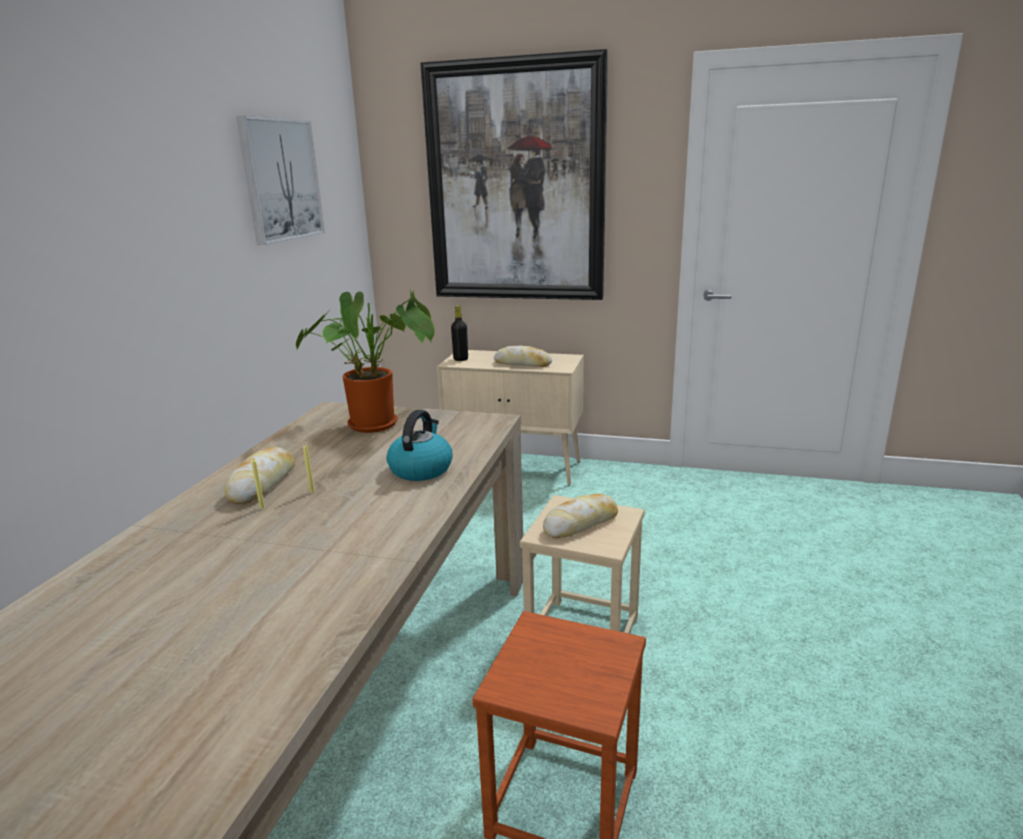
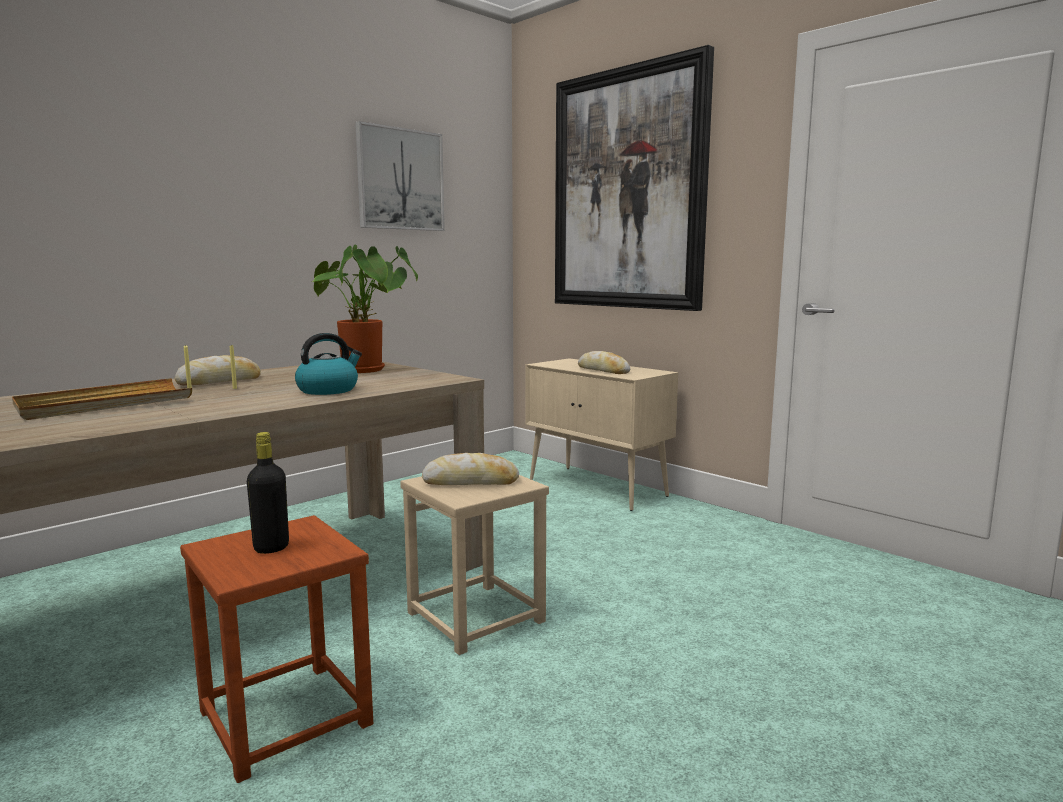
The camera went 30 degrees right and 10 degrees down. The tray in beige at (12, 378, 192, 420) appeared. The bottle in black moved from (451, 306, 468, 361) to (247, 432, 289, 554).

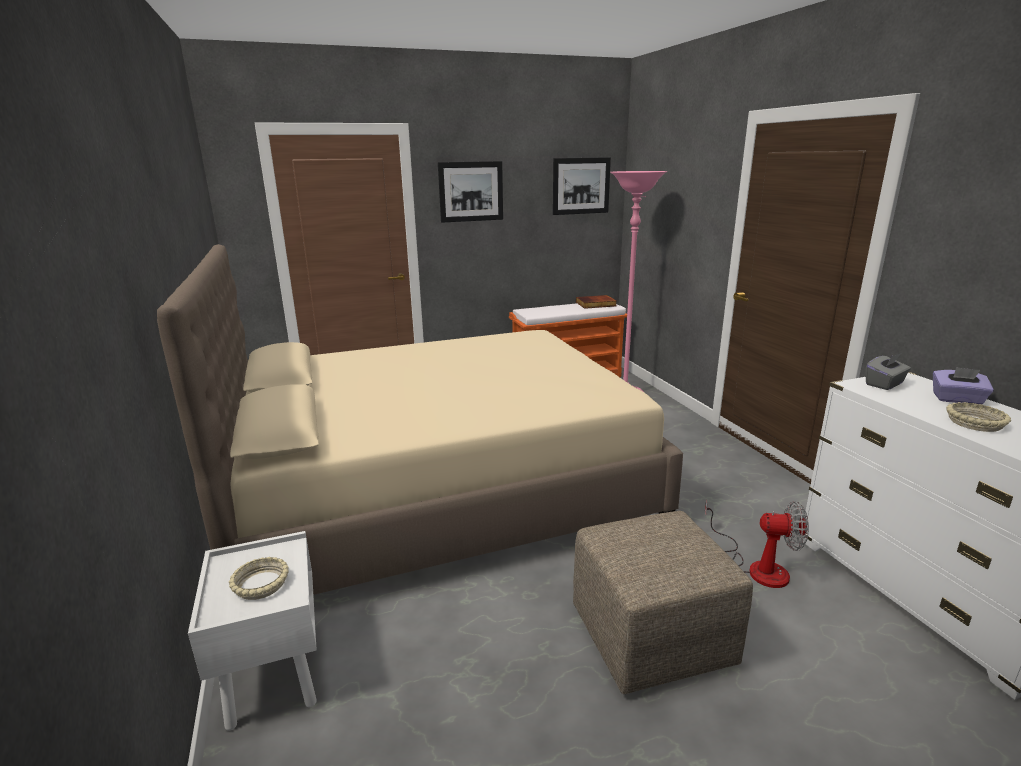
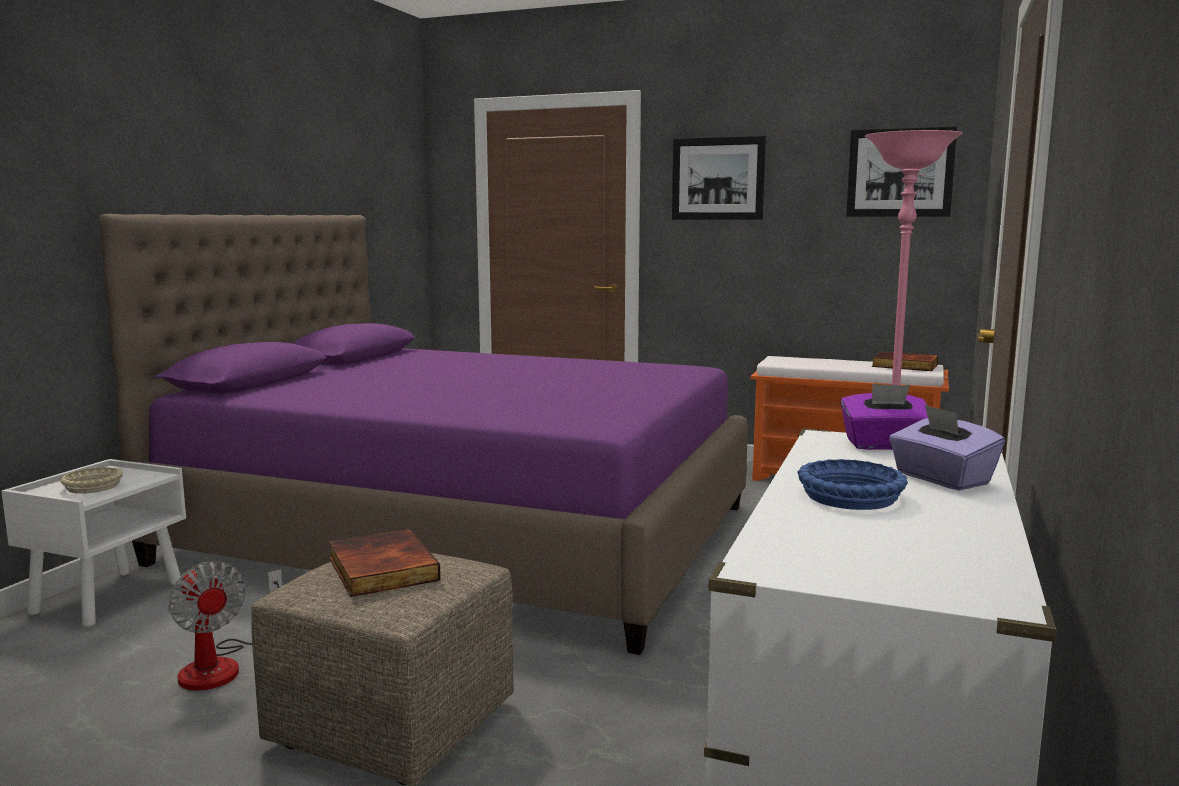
The camera went 40 degrees right and 10 degrees down. The book at (329, 529, 441, 597) appeared. The fan moved from (705, 499, 809, 588) to (168, 561, 282, 691). The bed in beige at (157, 244, 683, 595) became the bed in purple at (98, 214, 748, 655). The tissue box in grey at (866, 353, 911, 390) became the tissue box in purple at (841, 384, 928, 450). The bowl in beige at (946, 402, 1011, 432) became the bowl in blue at (797, 459, 908, 510).

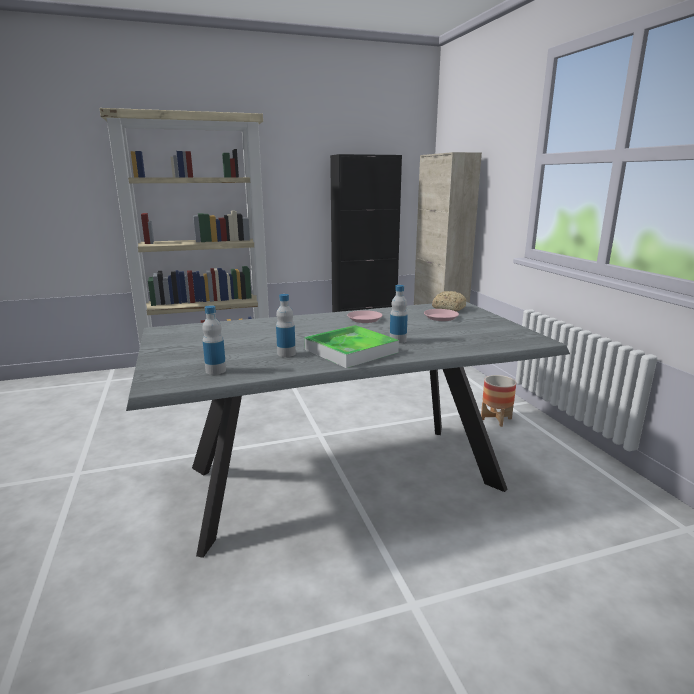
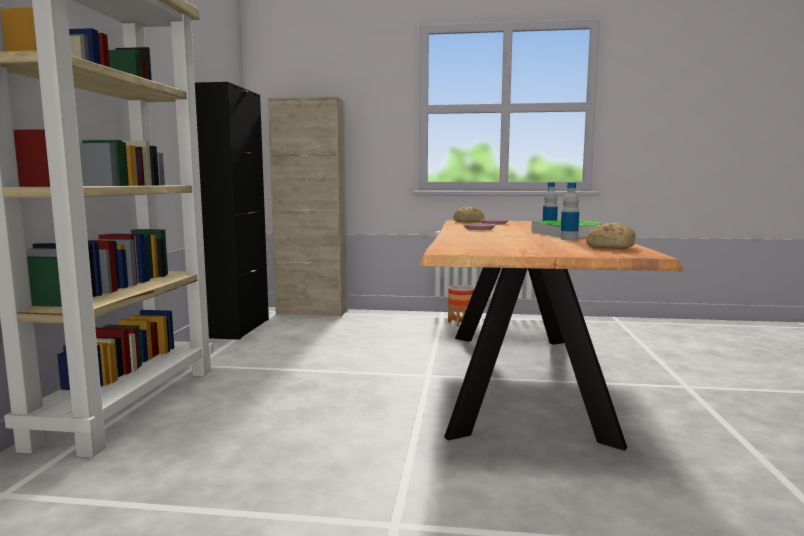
The camera went 65 degrees left and 10 degrees down. The bottle at (202, 306, 226, 375) was replaced by the bread at (586, 222, 636, 249). The dining table in grey at (126, 302, 570, 558) became the dining table in brown at (419, 220, 684, 451).

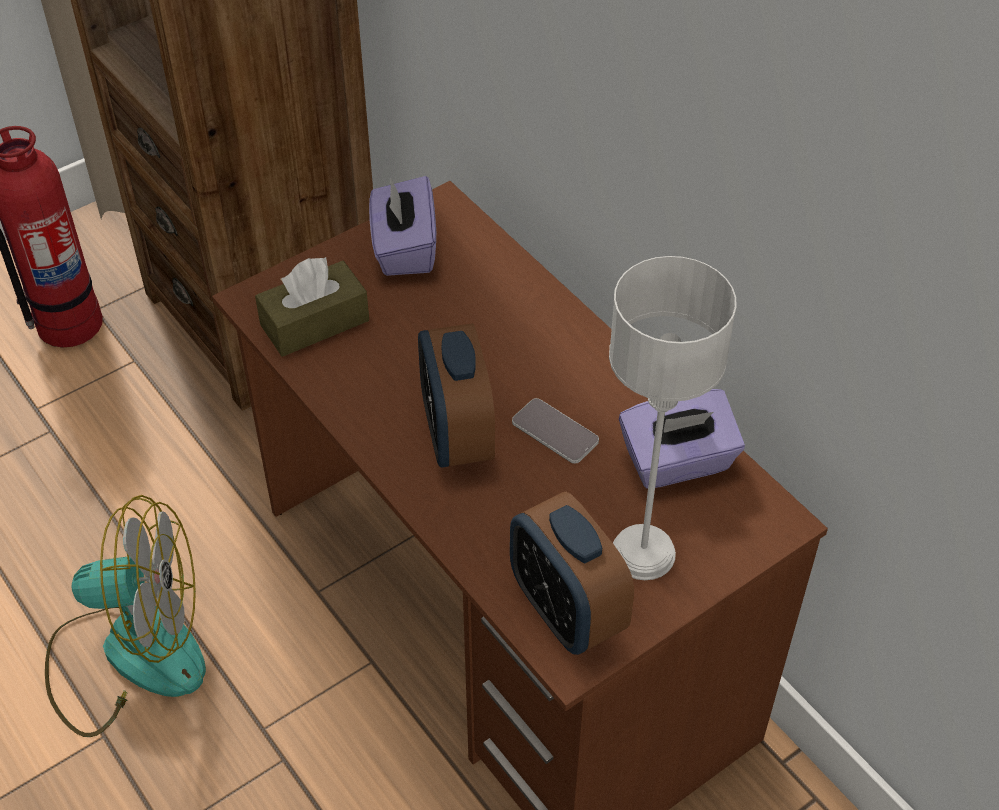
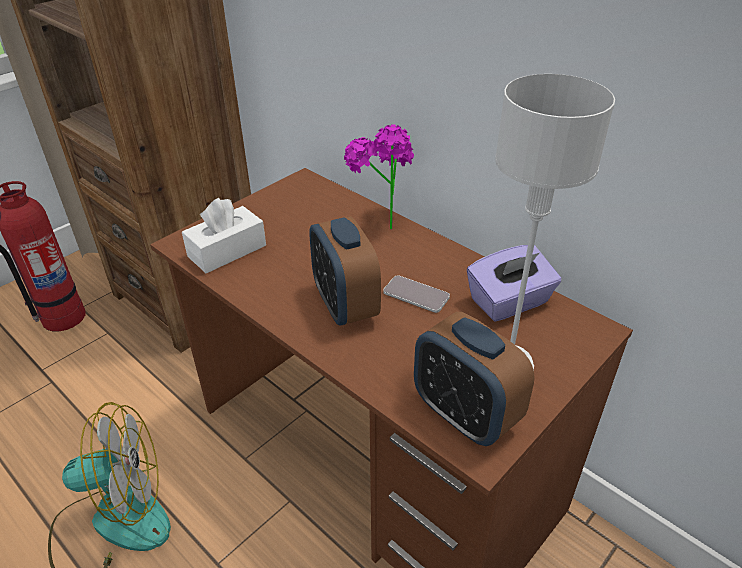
The camera went 10 degrees left and 10 degrees down. The tissue box in purple at (369, 176, 436, 276) disappeared. The potted plant at (344, 124, 414, 229) appeared. The tissue box in brown at (255, 257, 369, 357) became the tissue box in white at (182, 198, 266, 273).

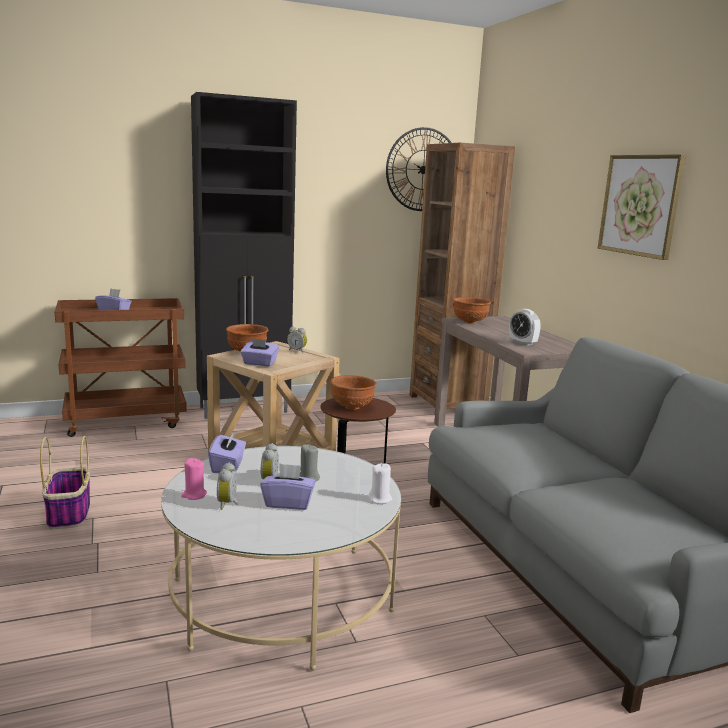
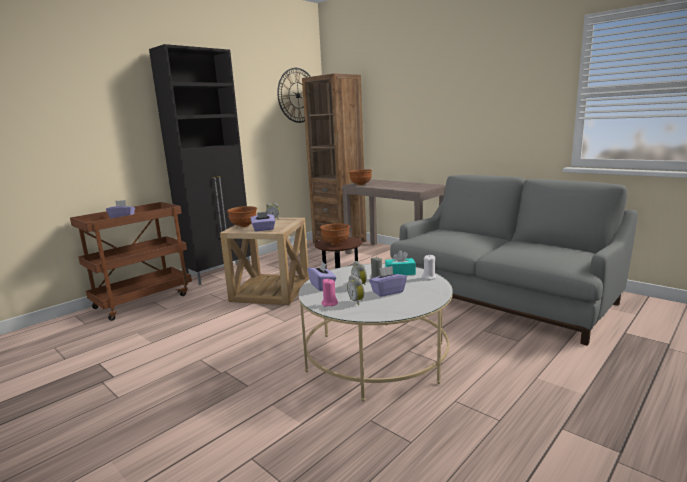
The camera went 25 degrees left and 0 degrees up. The basket at (40, 436, 90, 529) disappeared. The alarm clock at (509, 309, 541, 346) disappeared. The picture at (598, 154, 686, 260) disappeared. The tissue box in turquoise at (385, 250, 416, 275) appeared.

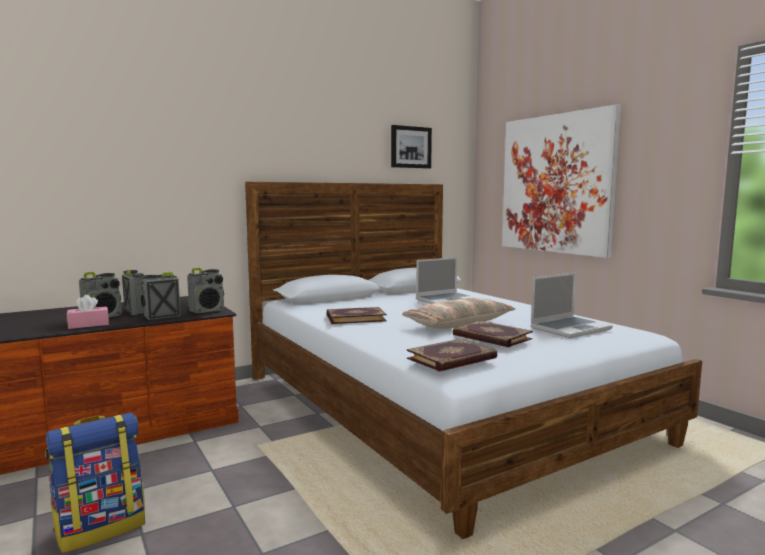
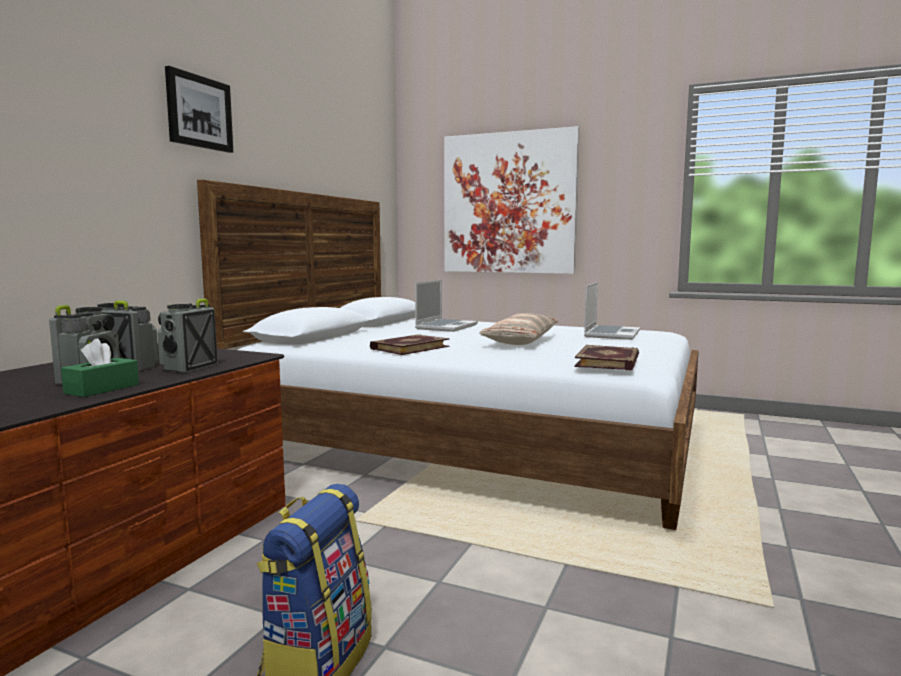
The camera went 35 degrees left and 0 degrees up. The radio at (187, 268, 224, 313) disappeared. The book at (453, 320, 533, 347) disappeared. The picture moved from (391, 125, 432, 169) to (165, 66, 233, 153). The tissue box in pink at (67, 295, 109, 329) became the tissue box in green at (61, 339, 139, 397).

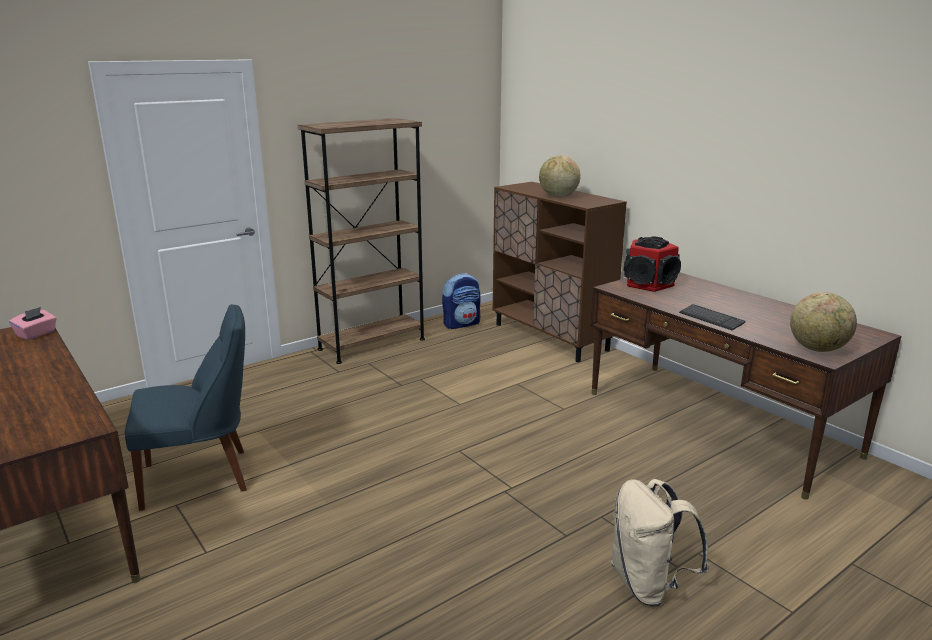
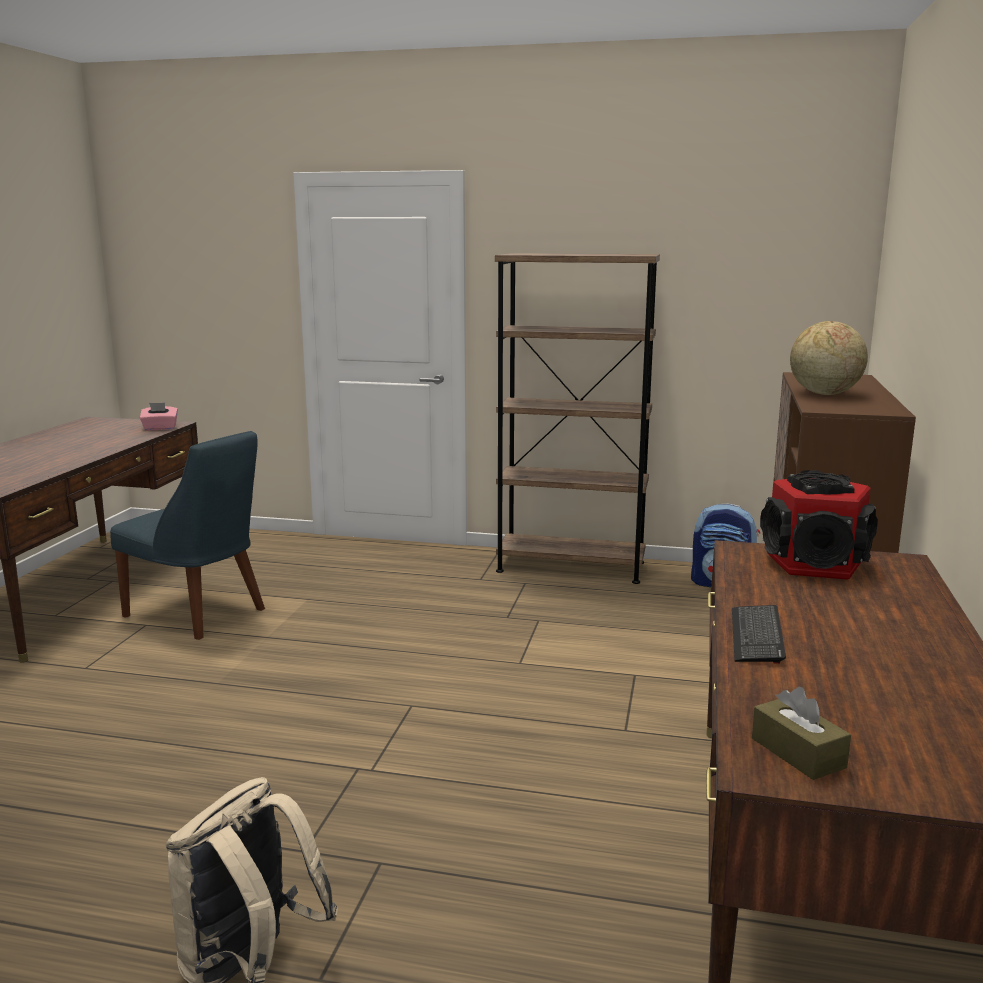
The camera went 50 degrees right and 5 degrees down. The globe at (790, 292, 857, 352) was replaced by the tissue box in brown at (752, 687, 851, 780).

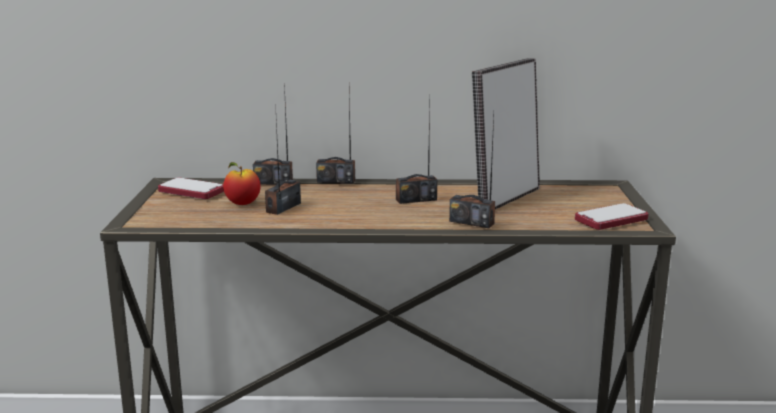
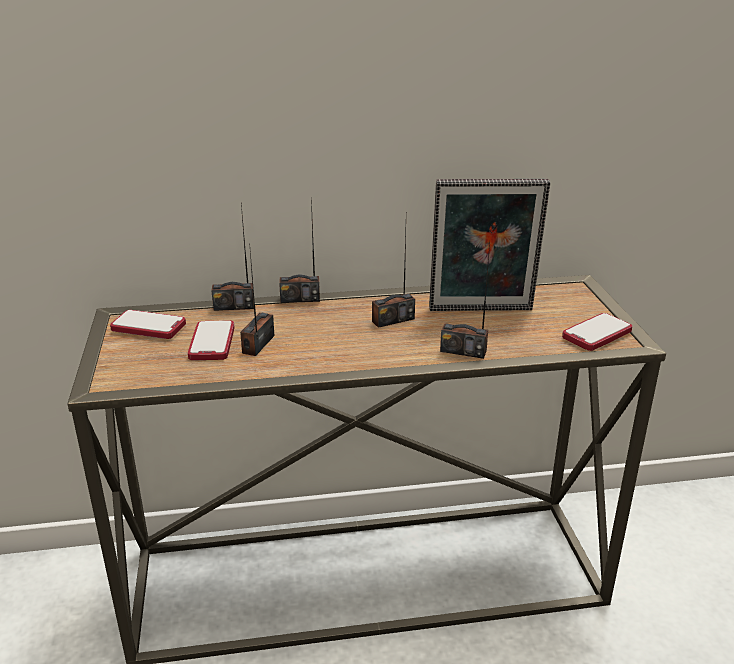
The camera went 10 degrees left and 10 degrees up. The apple at (223, 162, 260, 205) was replaced by the phone at (188, 321, 234, 360). The picture frame at (472, 58, 540, 209) turned 120 degrees counterclockwise.

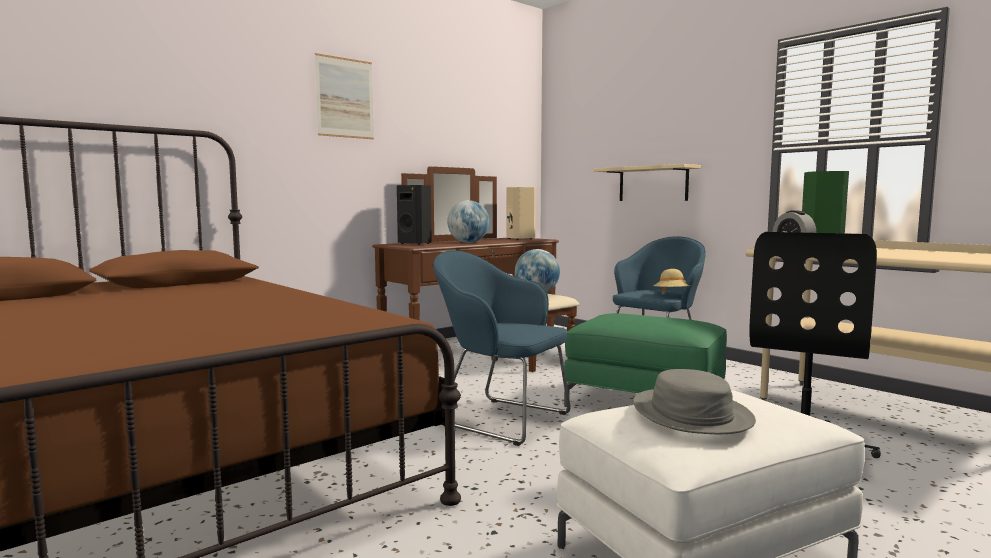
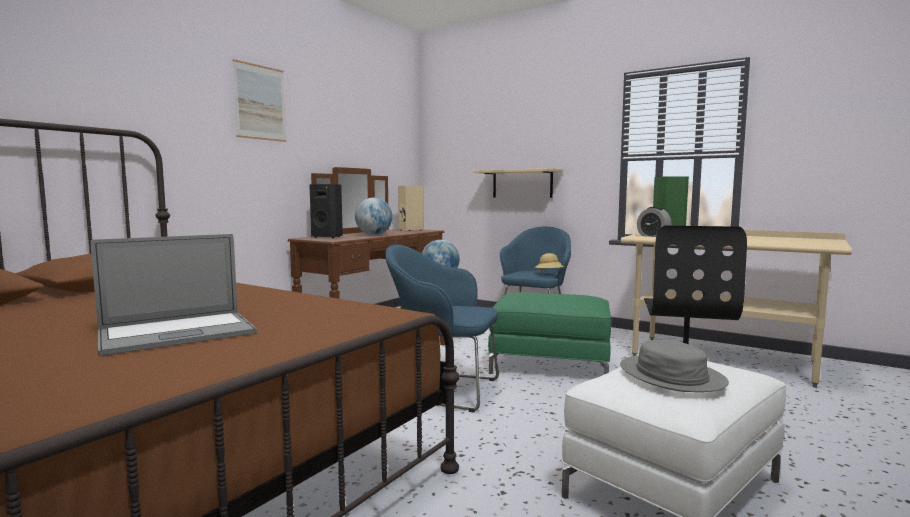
The camera went 15 degrees left and 0 degrees up. The laptop at (91, 234, 257, 356) appeared.

